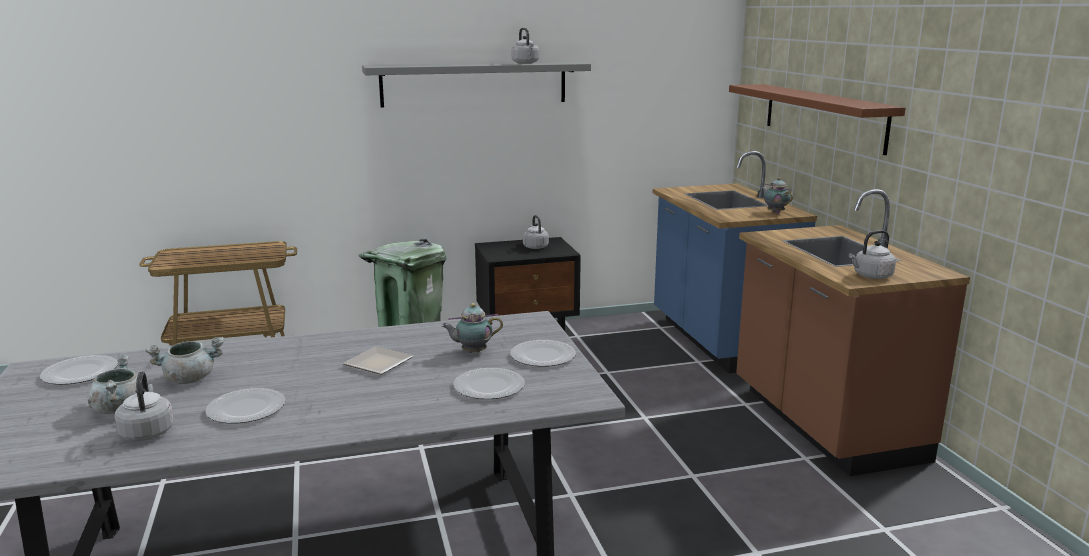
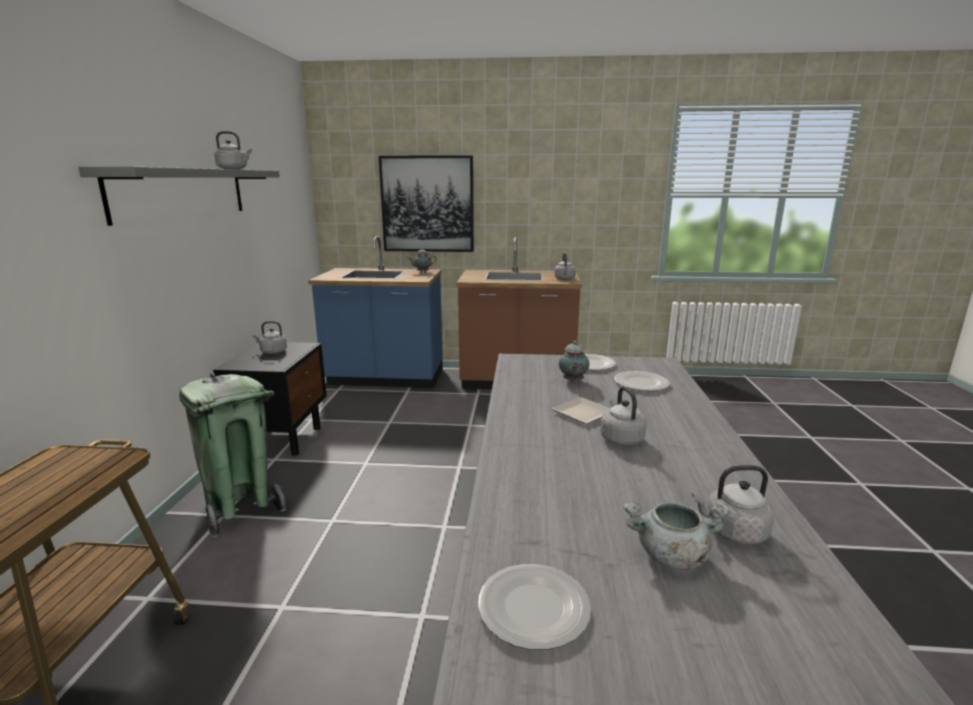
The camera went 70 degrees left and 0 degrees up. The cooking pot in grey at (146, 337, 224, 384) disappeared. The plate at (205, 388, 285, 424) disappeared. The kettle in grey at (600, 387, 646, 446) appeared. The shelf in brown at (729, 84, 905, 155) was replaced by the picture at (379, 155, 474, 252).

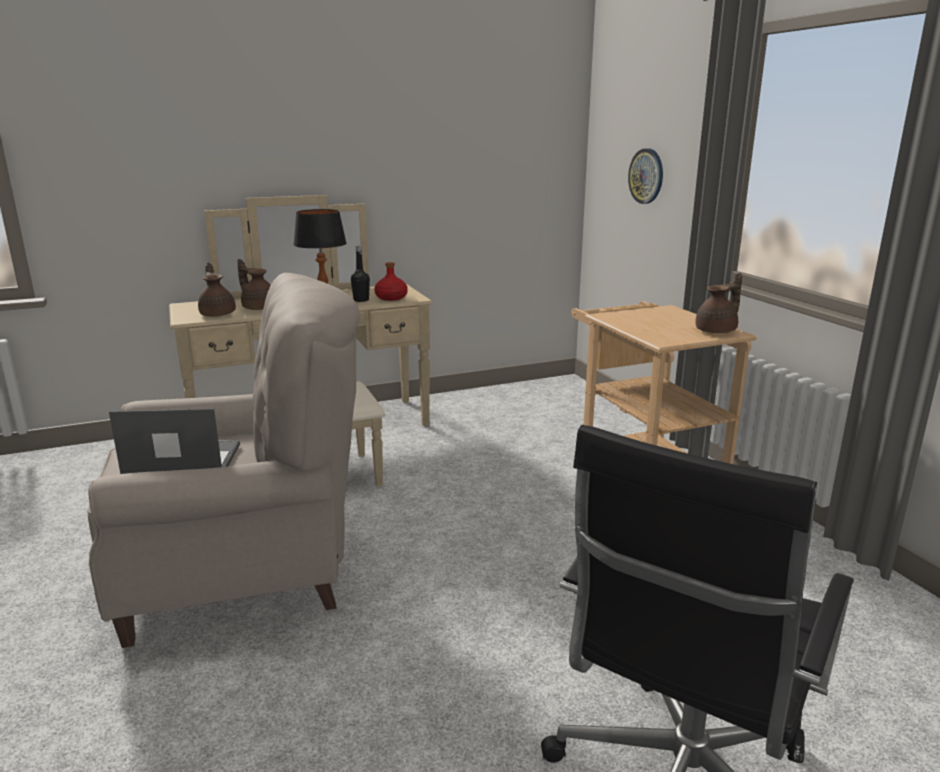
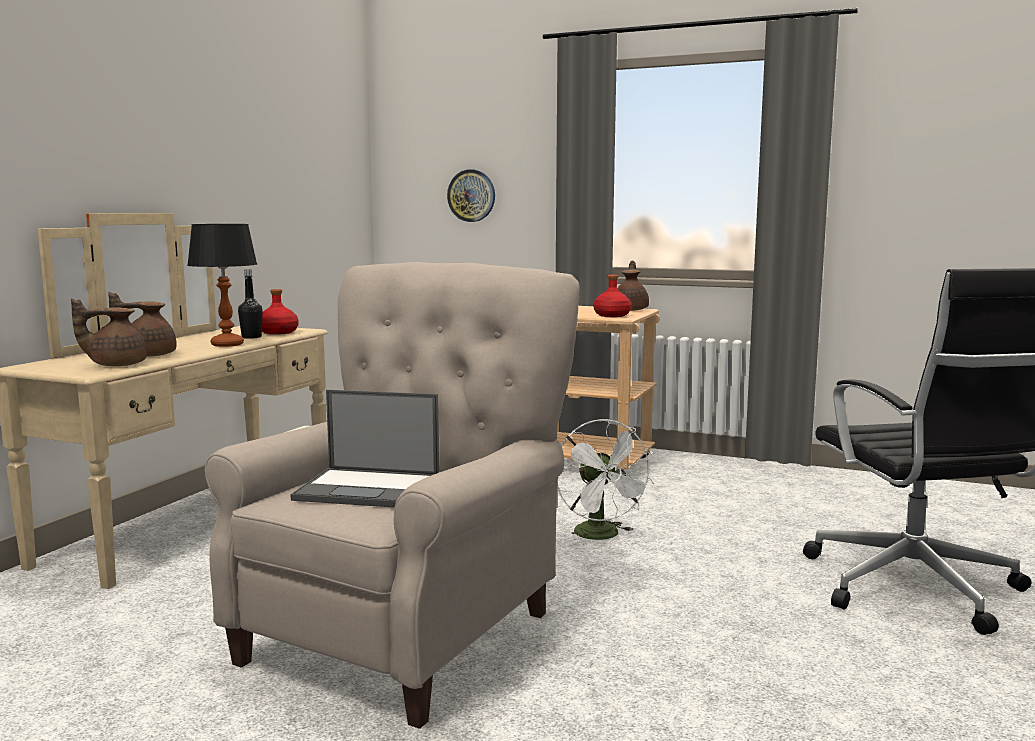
The camera went 45 degrees left and 10 degrees down. The fan in white at (557, 419, 655, 543) appeared. The bottle in red at (594, 275, 631, 317) appeared. The laptop at (109, 409, 240, 474) turned 120 degrees counterclockwise. The teapot in brown at (198, 262, 236, 317) turned 45 degrees counterclockwise.

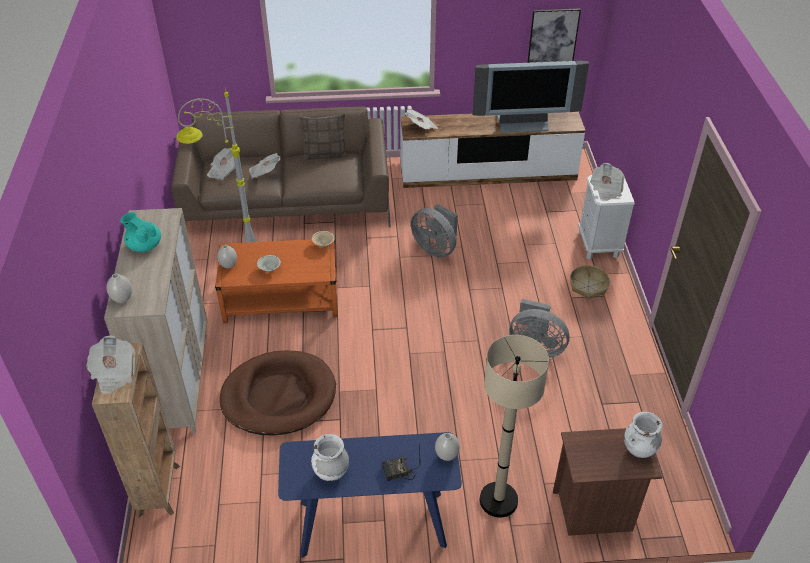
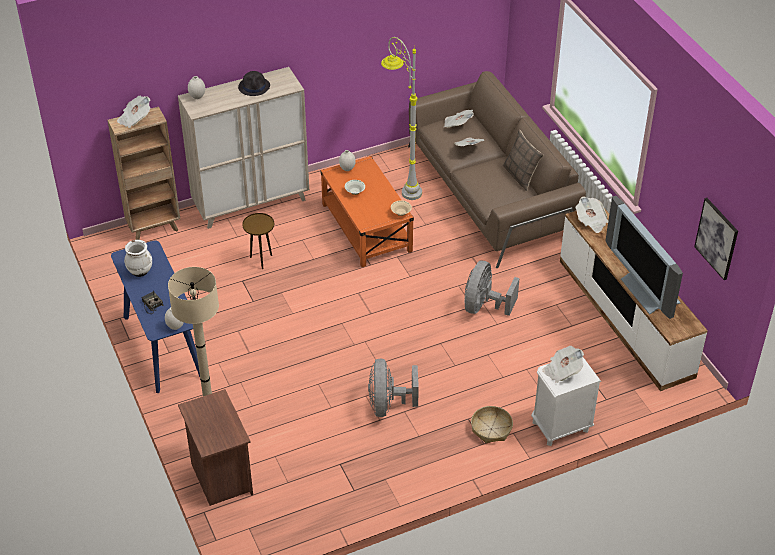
The camera went 70 degrees right and 0 degrees up. The vase in white at (624, 412, 663, 458) disappeared. The teapot in turquoise at (120, 212, 161, 252) was replaced by the hat in black at (238, 71, 270, 96). The dog bed in brown at (220, 351, 336, 435) was replaced by the side table in brown at (242, 213, 274, 269).

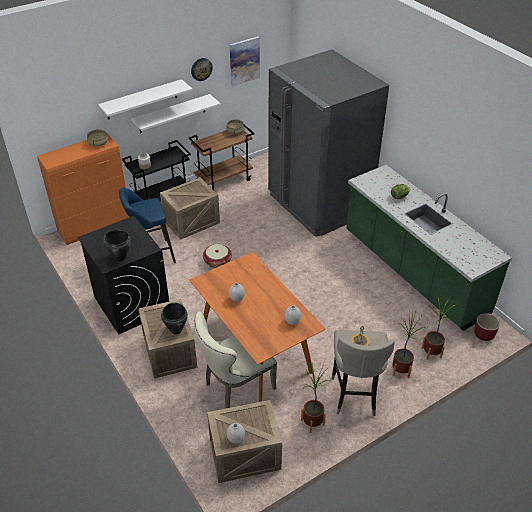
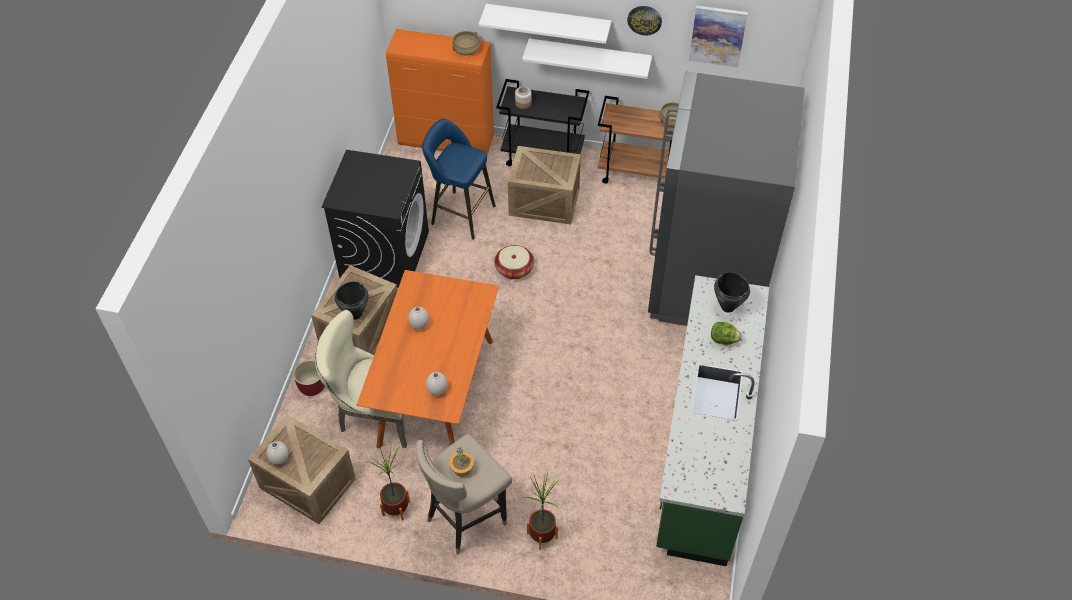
The camera went 45 degrees right and 10 degrees up. The potted plant at (421, 295, 457, 360) disappeared. The cooking pot in black moved from (103, 230, 131, 261) to (714, 272, 750, 313). The planter in red moved from (474, 313, 500, 341) to (293, 360, 325, 396).

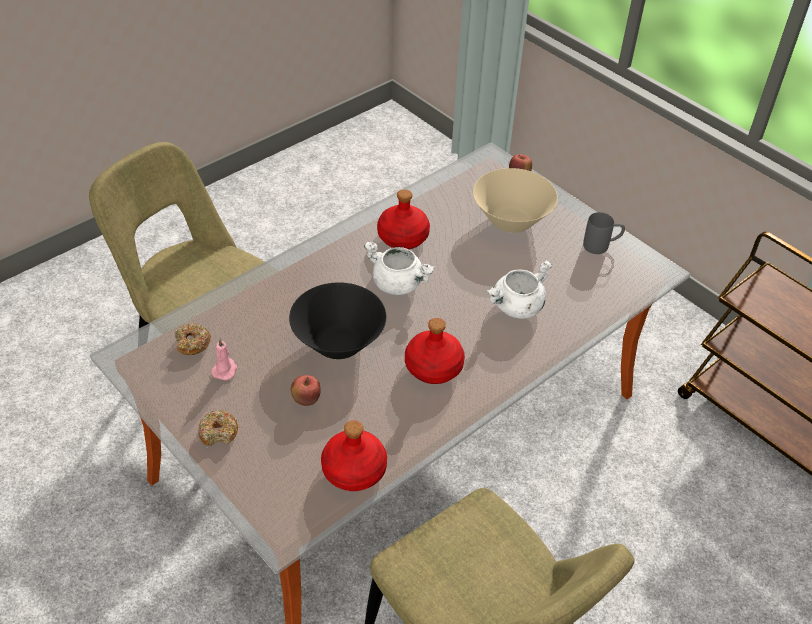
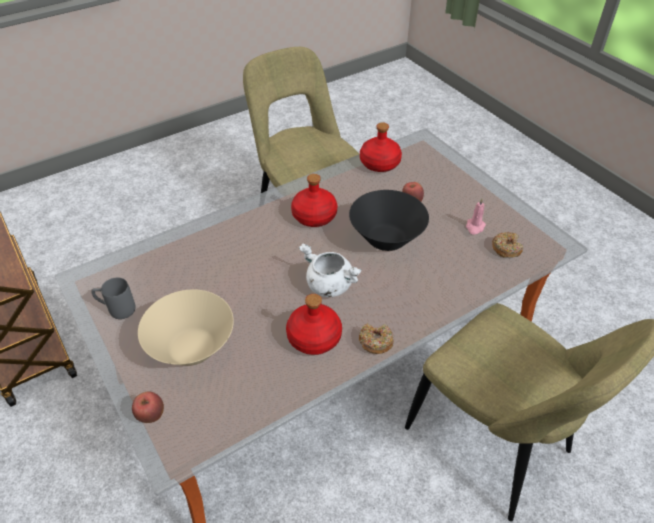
The camera went 170 degrees left and 0 degrees up. The cooking pot in white at (486, 260, 552, 319) disappeared. The donut moved from (198, 410, 238, 446) to (359, 323, 393, 354).

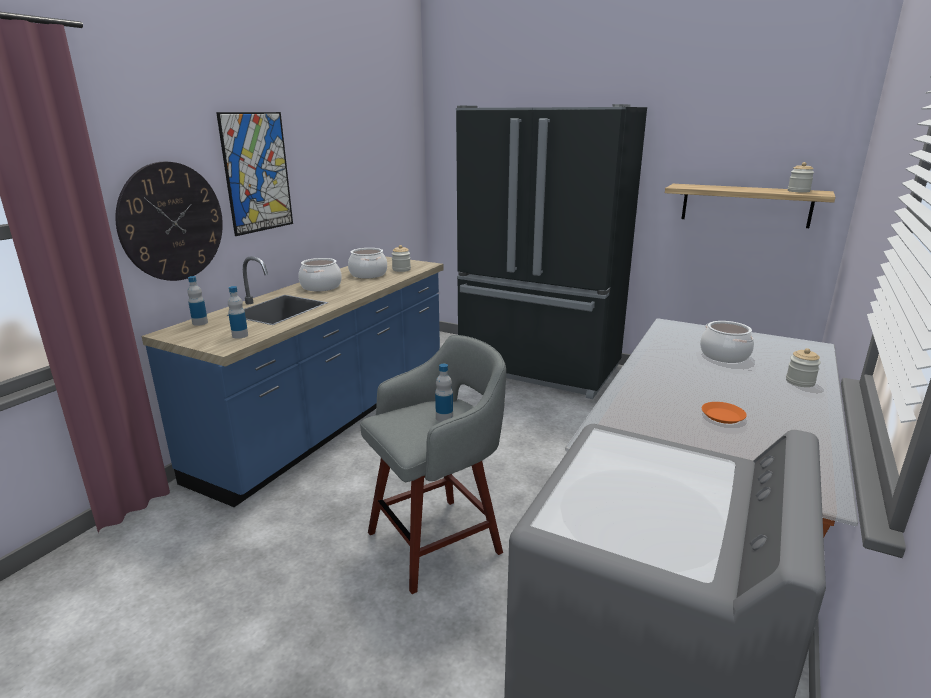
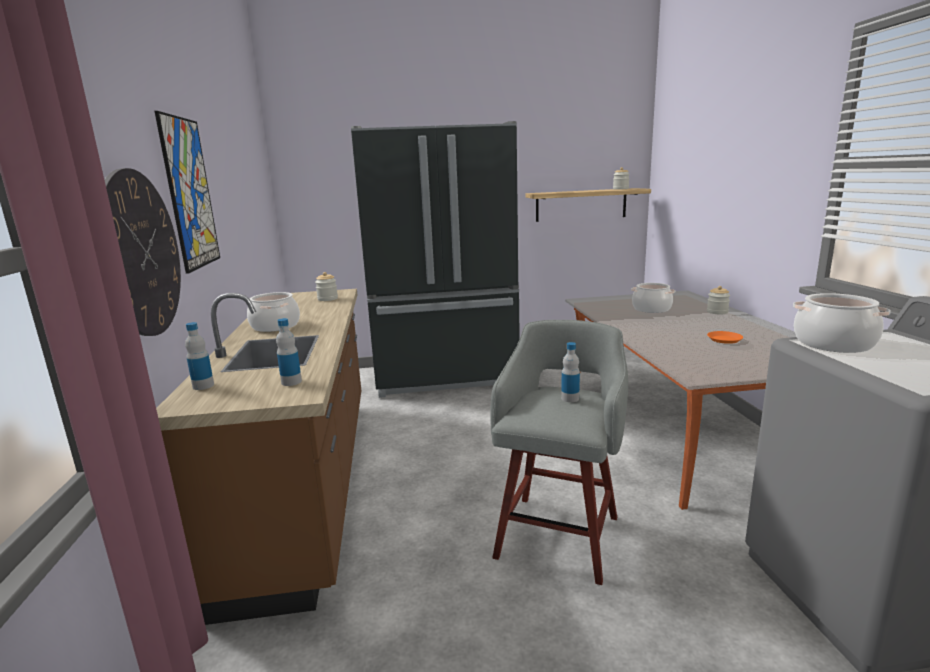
The camera went 35 degrees left and 5 degrees down. The cooking pot moved from (348, 248, 387, 278) to (793, 293, 891, 353). The counter in blue at (141, 256, 444, 507) became the counter in brown at (156, 289, 361, 625).

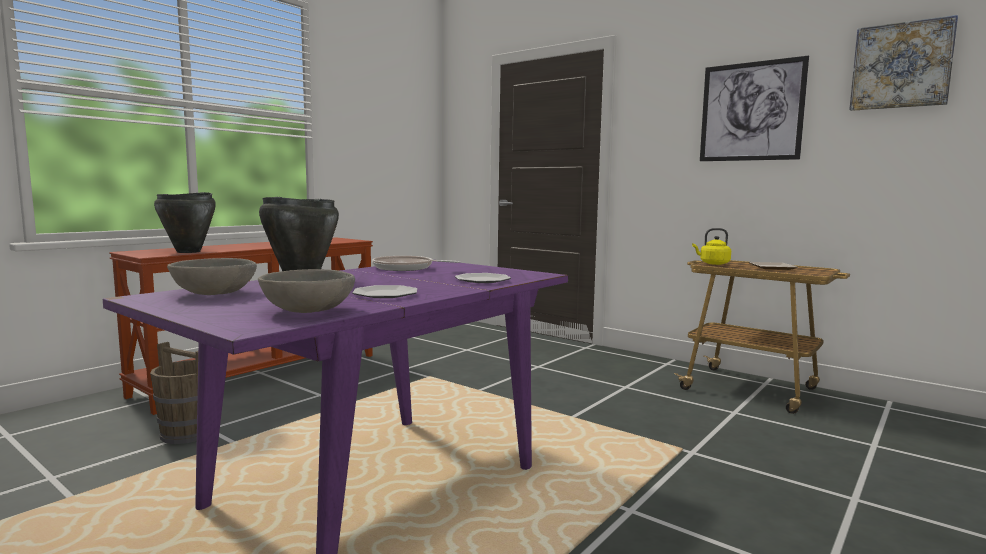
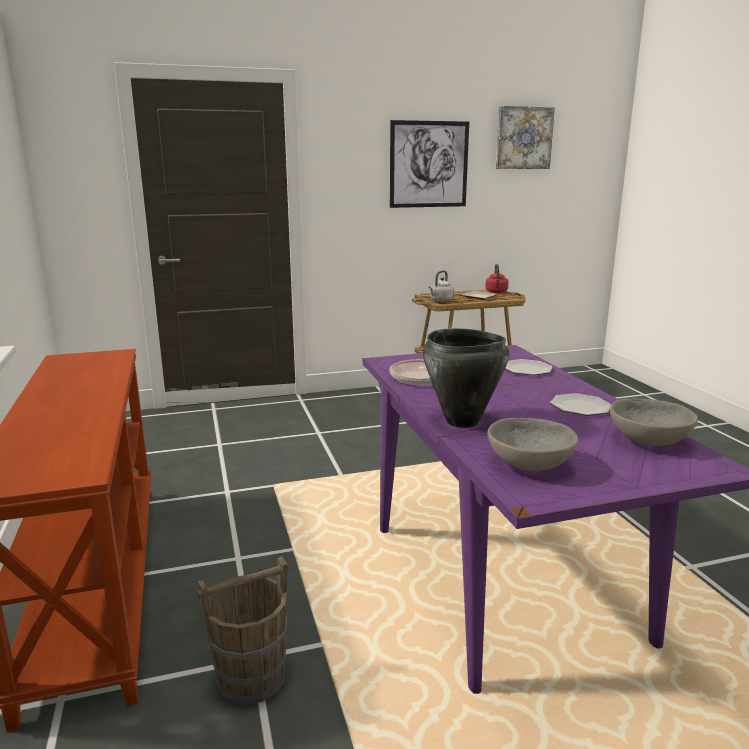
The camera went 55 degrees left and 10 degrees up. The cooking pot in black at (154, 192, 216, 253) disappeared. The kettle in red at (485, 264, 509, 293) appeared. The kettle in yellow at (692, 228, 731, 265) became the kettle in grey at (428, 270, 454, 302).

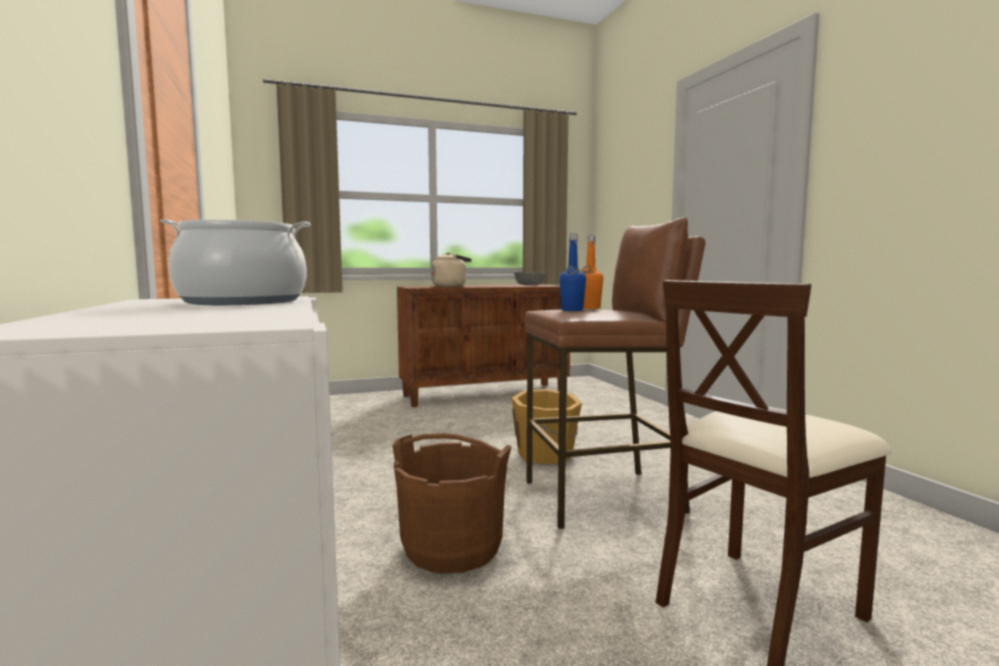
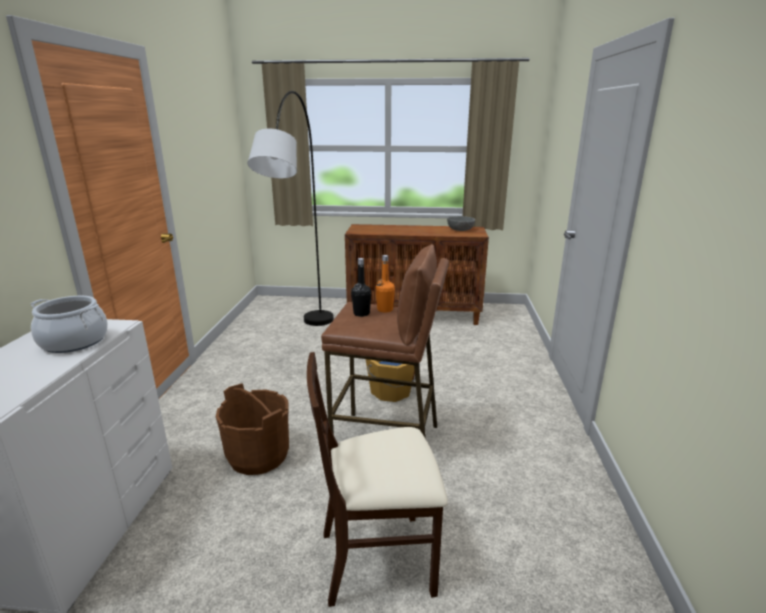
The camera went 25 degrees right and 15 degrees up. The kettle in beige at (431, 252, 472, 287) disappeared. The floor lamp in grey at (247, 91, 334, 326) appeared. The bottle in blue at (559, 233, 586, 311) became the bottle in black at (351, 258, 371, 317).

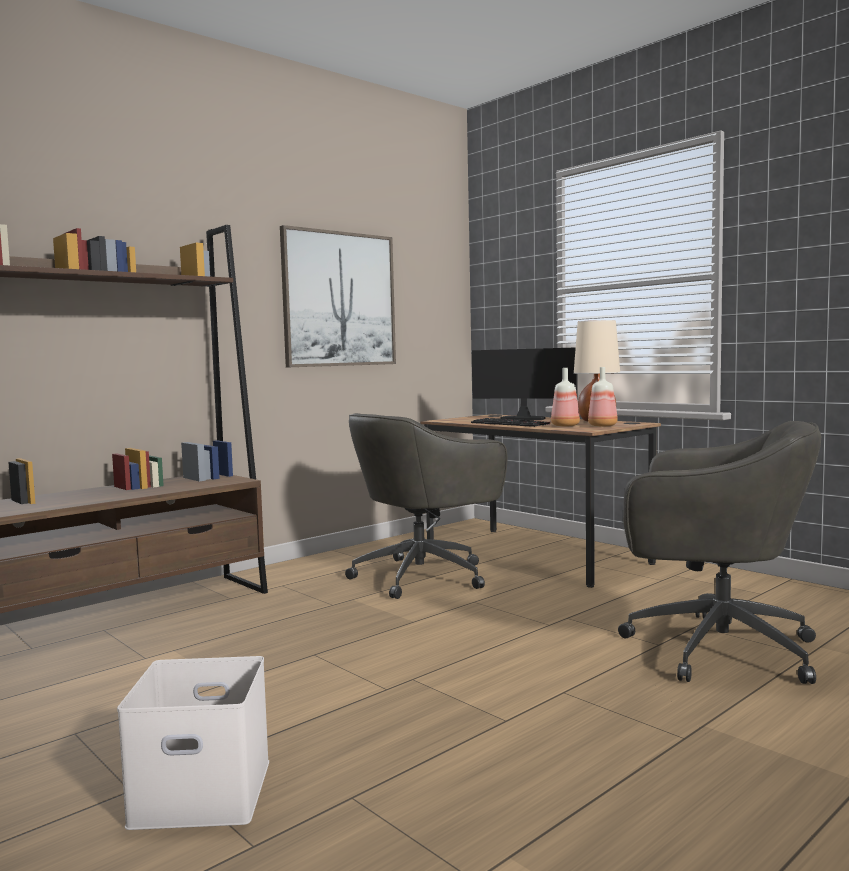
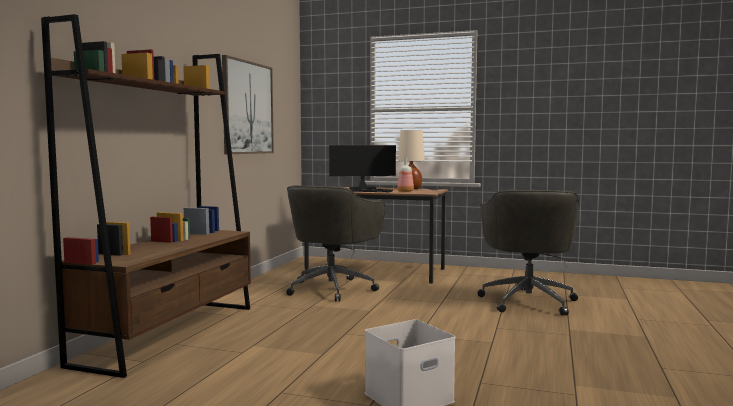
The camera went 30 degrees left and 0 degrees up. The bottle at (588, 367, 618, 427) disappeared. The office chair in grey at (618, 421, 821, 684) turned 105 degrees clockwise.

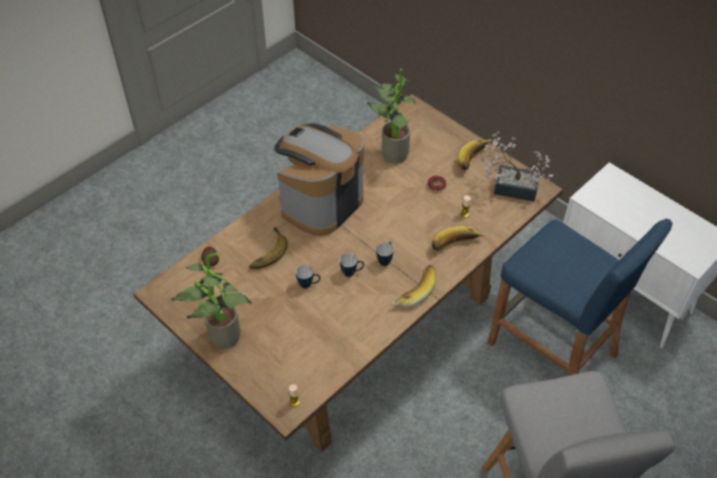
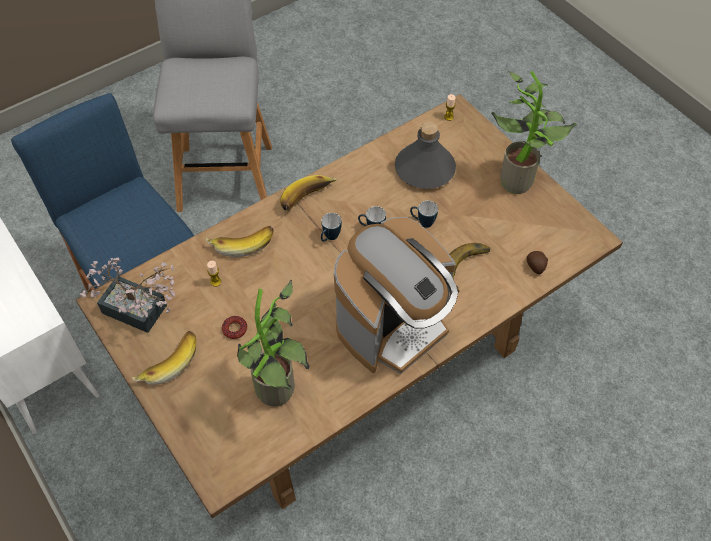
The camera went 170 degrees left and 5 degrees up. The bottle in grey at (395, 122, 456, 189) appeared.

